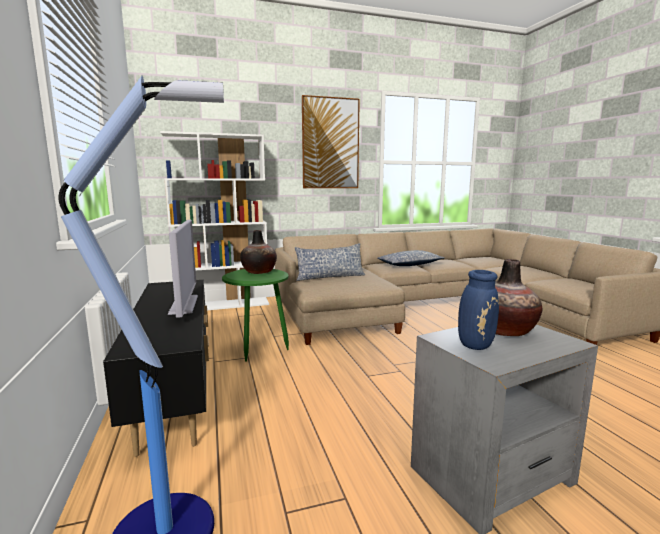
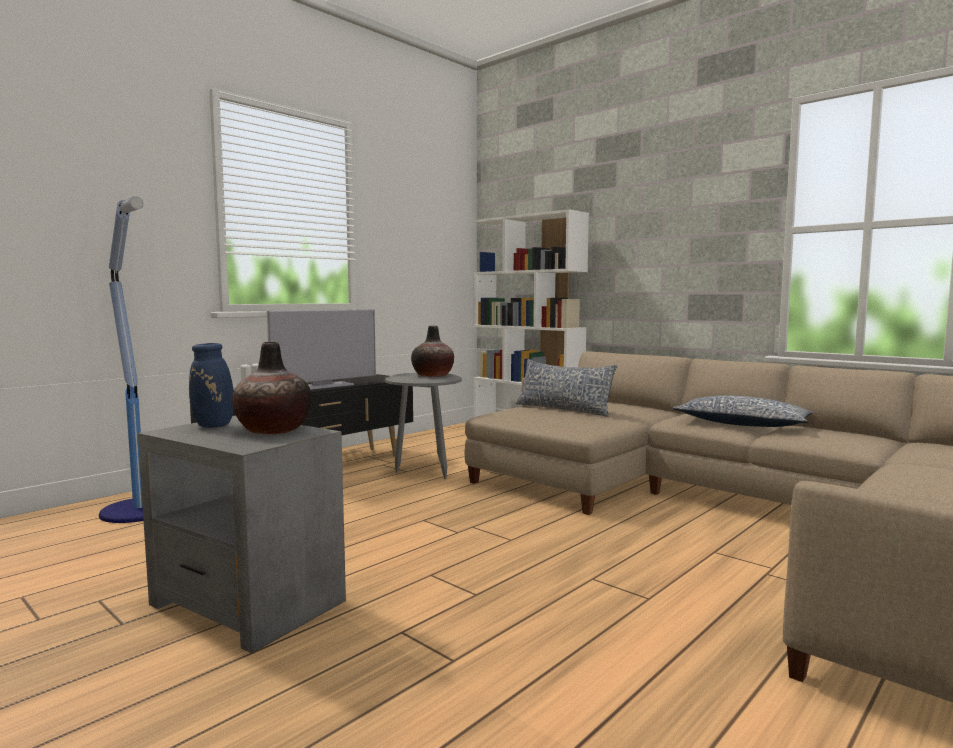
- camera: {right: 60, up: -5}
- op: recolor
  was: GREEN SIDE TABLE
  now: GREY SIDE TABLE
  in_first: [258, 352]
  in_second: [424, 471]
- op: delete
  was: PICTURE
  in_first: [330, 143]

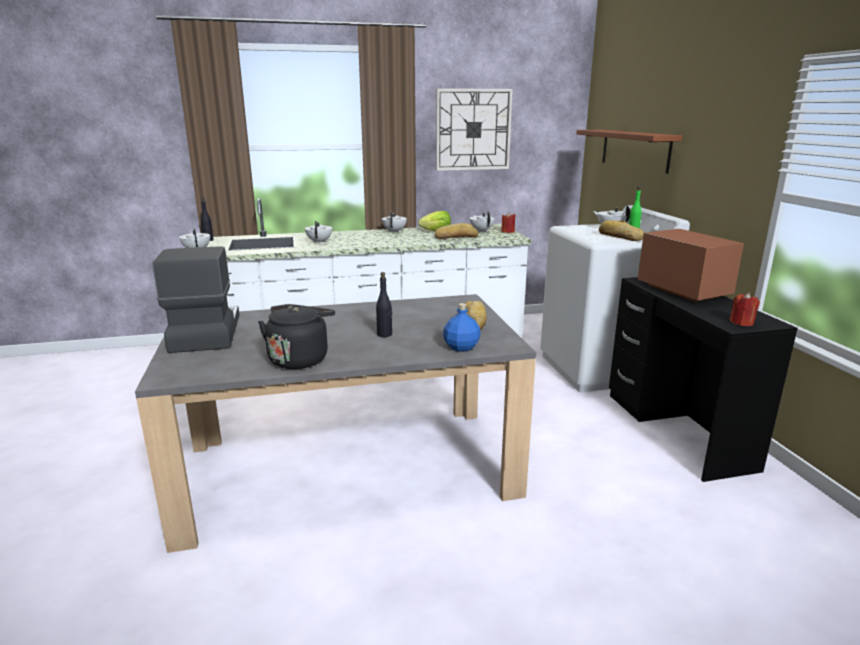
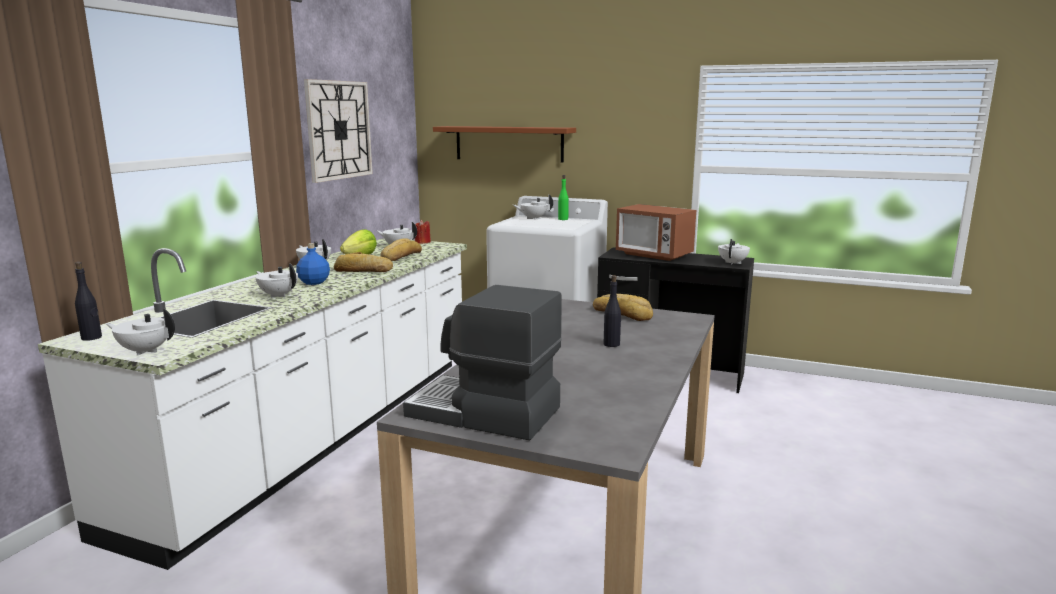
- camera: {right: -55, up: -5}
- op: move
  was: BLUE BOTTLE
  in_first: [462, 347]
  in_second: [314, 282]
- op: move
  was: BREAD
  in_first: [619, 237]
  in_second: [363, 270]
- op: rotate
  was: MICROWAVE
  in_first: [683, 291]
  in_second: [653, 255]
  clockwise: -150
- op: replace
  was: RED CANDLE
  now: WHITE TEAPOT
  in_first: [741, 322]
  in_second: [733, 263]
- op: delete
  was: BLACK KETTLE
  in_first: [300, 359]

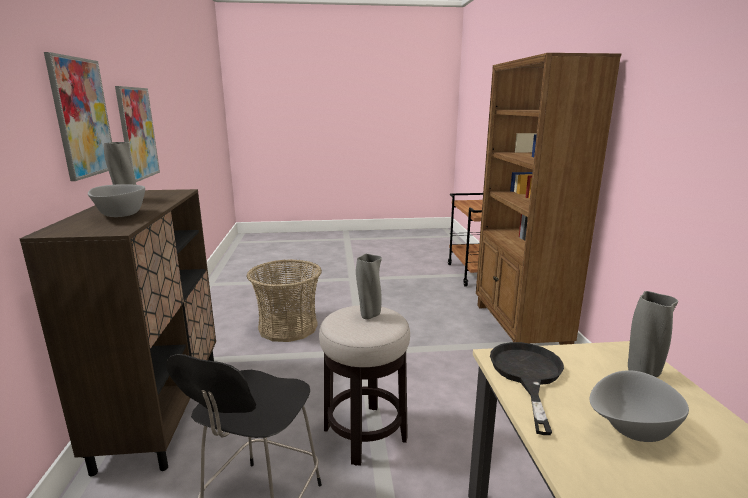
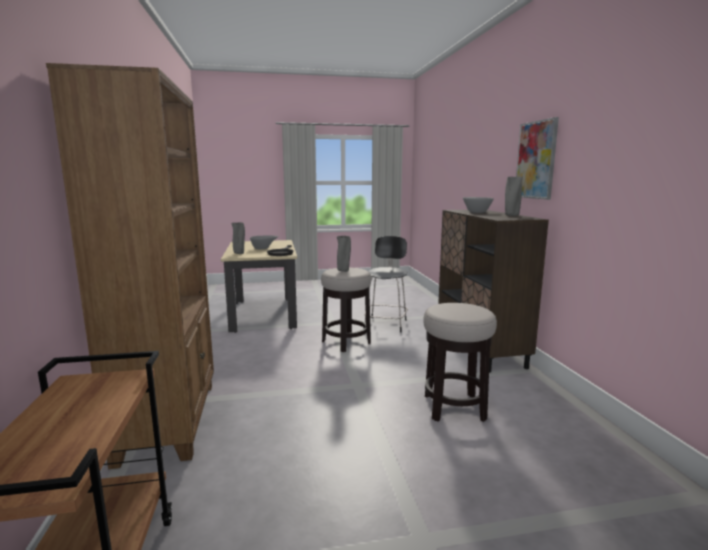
- camera: {right: 175, up: -5}
- op: replace
  was: BASKET
  now: STOOL
  in_first: [288, 327]
  in_second: [454, 407]
- op: delete
  was: PICTURE
  in_first: [137, 133]

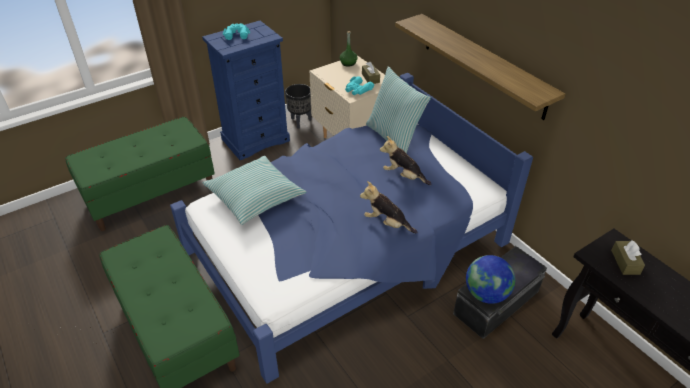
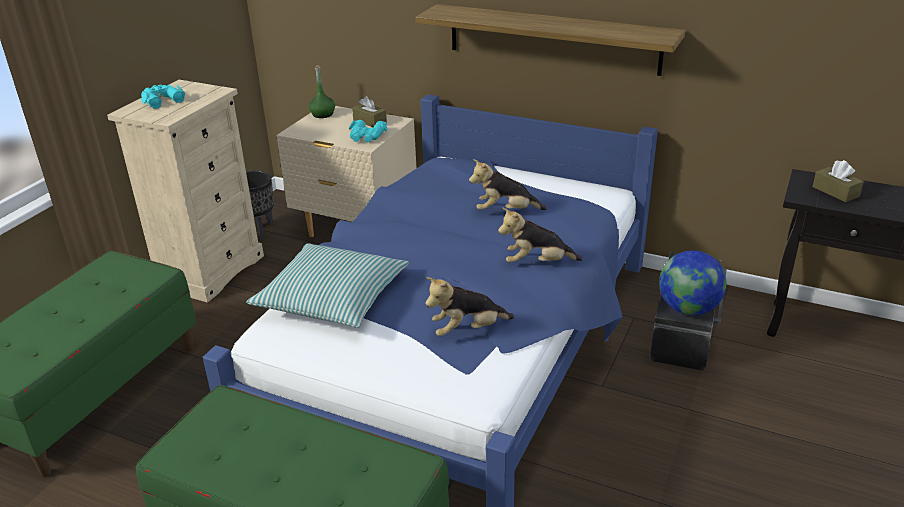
- camera: {right: -30, up: -10}
- op: recolor
  was: BLUE DRESSER
  now: BEIGE DRESSER
  in_first: [256, 140]
  in_second: [210, 270]
- op: insert
  now: PLUSH TOY
  in_second: [467, 330]
- op: delete
  was: PILLOW
  in_first: [394, 137]

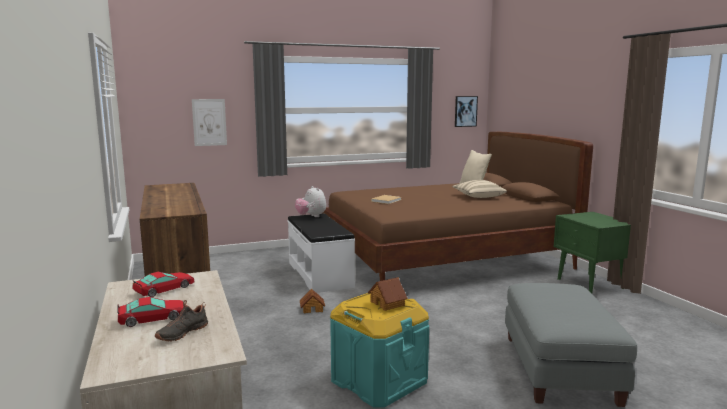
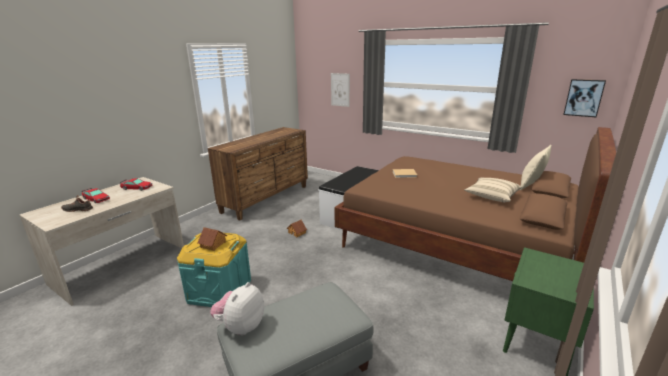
- camera: {right: 55, up: 10}
- op: move
  was: PLUSH TOY
  in_first: [311, 216]
  in_second: [240, 326]

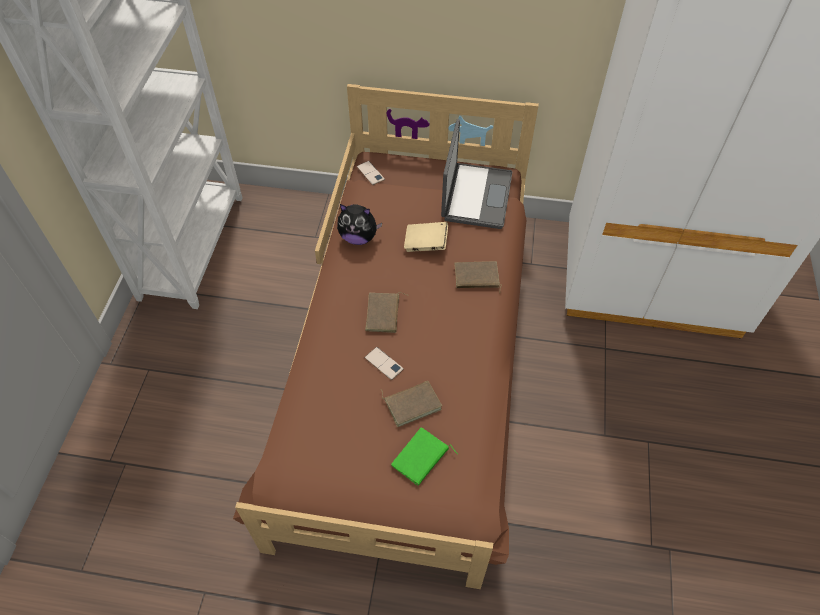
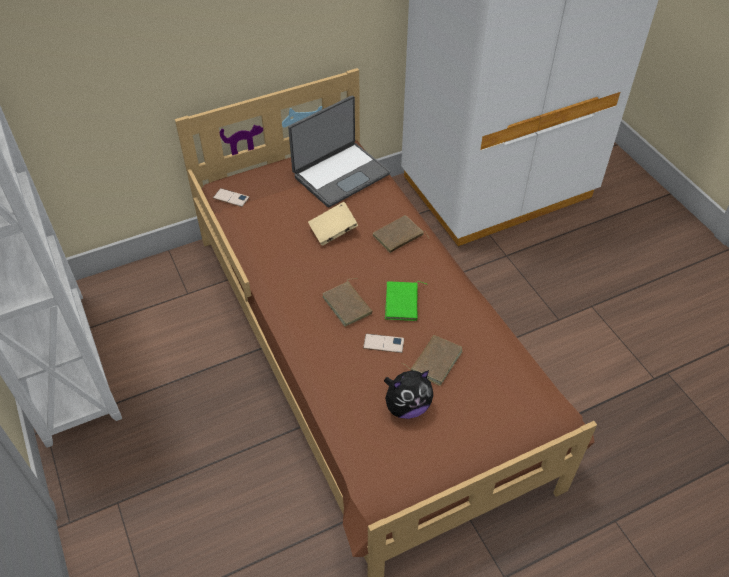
- camera: {right: -35, up: -5}
- op: rotate
  was: LAPTOP
  in_first: [475, 196]
  in_second: [340, 174]
  clockwise: 75
- op: move
  was: PLUSH TOY
  in_first: [358, 237]
  in_second: [407, 406]
- op: move
  was: GREEN BOOK
  in_first: [421, 459]
  in_second: [403, 303]

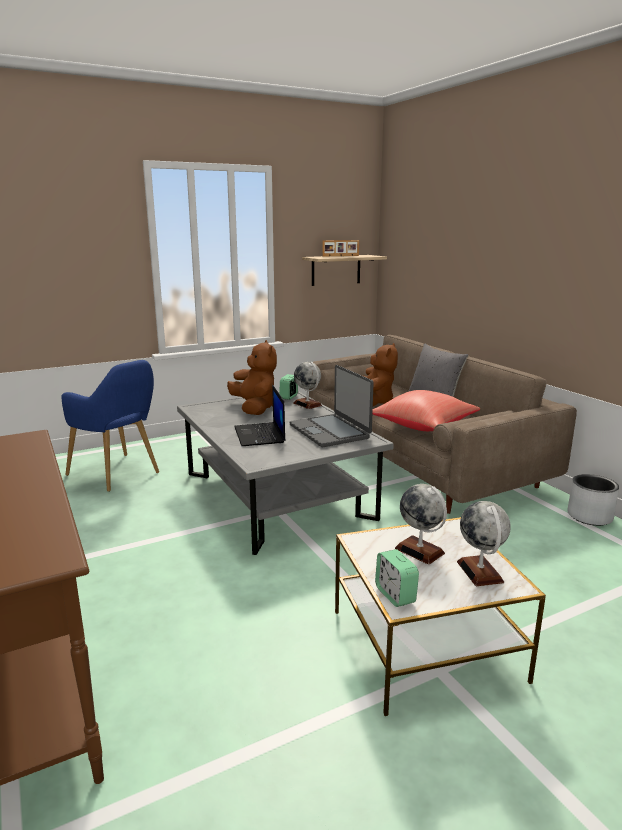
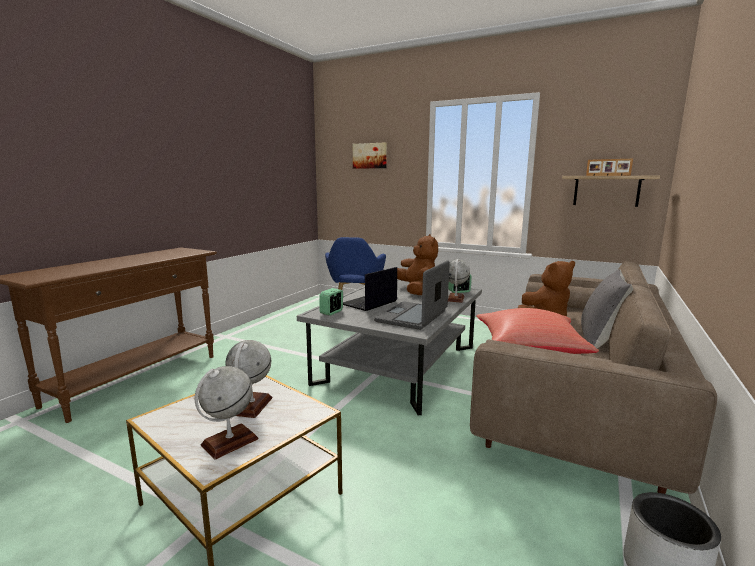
- camera: {right: 55, up: -5}
- op: move
  was: ALARM CLOCK
  in_first: [395, 595]
  in_second: [331, 312]
- op: insert
  now: PICTURE
  in_second: [370, 156]
- op: rotate
  was: BROWN PLUSH TOY
  in_first: [254, 408]
  in_second: [417, 290]
  clockwise: -45

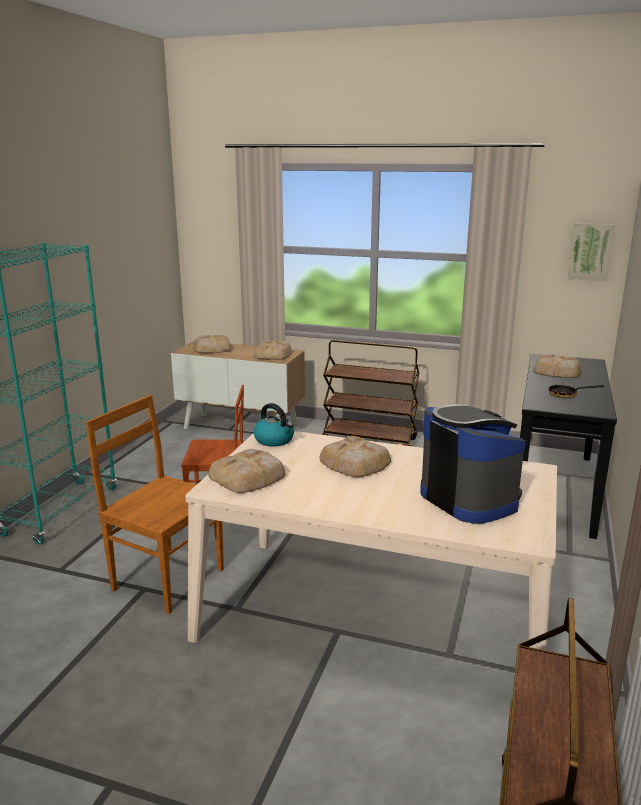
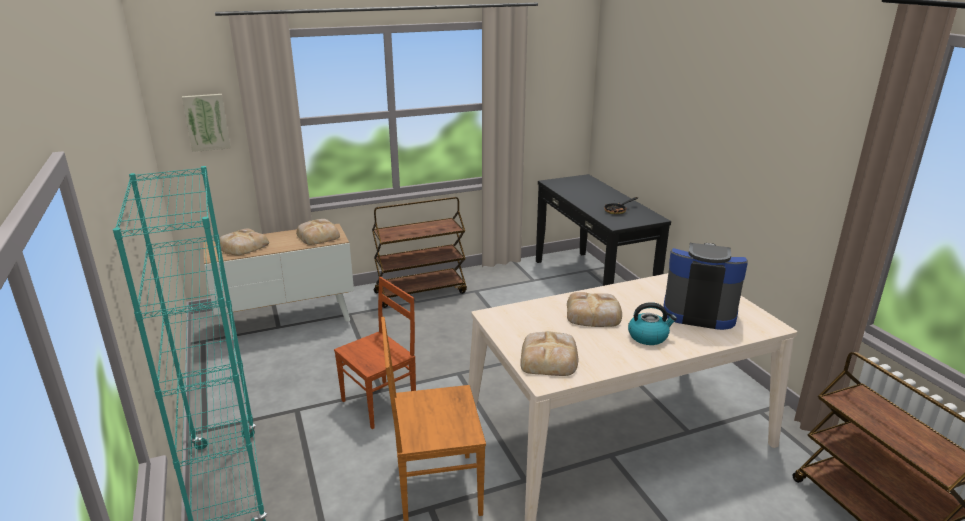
- camera: {right: -40, up: 5}
- op: move
  was: PICTURE
  in_first: [590, 251]
  in_second: [206, 122]
- op: move
  was: KETTLE
  in_first: [274, 440]
  in_second: [648, 336]
- op: delete
  was: BREAD
  in_first: [557, 371]

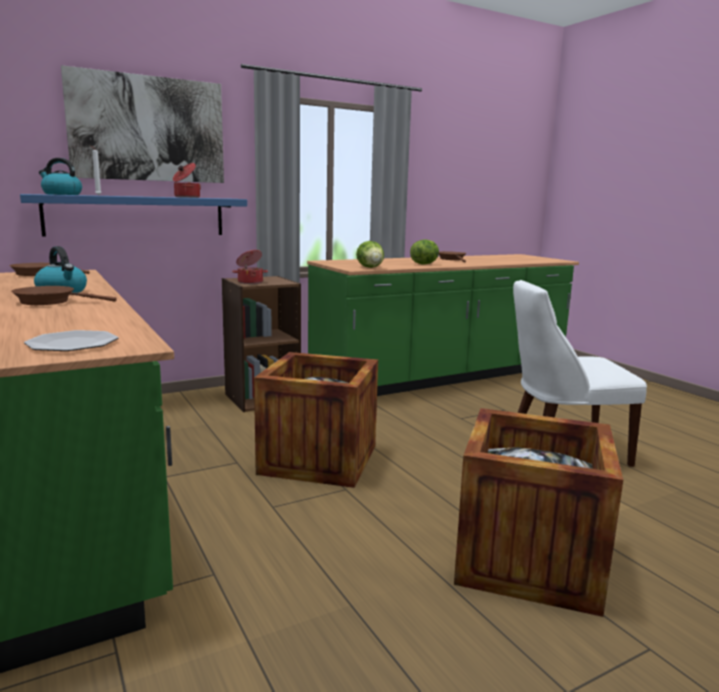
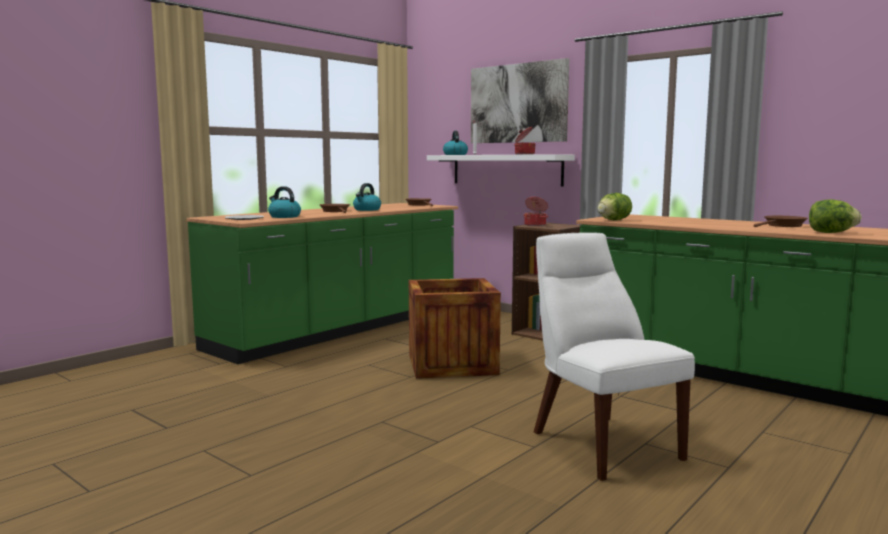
- camera: {right: 70, up: -5}
- op: insert
  now: KETTLE
  in_second: [284, 216]
- op: recolor
  was: BLUE SHELF
  now: WHITE SHELF
  in_first: [136, 216]
  in_second: [506, 169]
- op: move
  was: LETTUCE
  in_first: [424, 264]
  in_second: [831, 233]
- op: delete
  was: CRATE
  in_first: [528, 559]

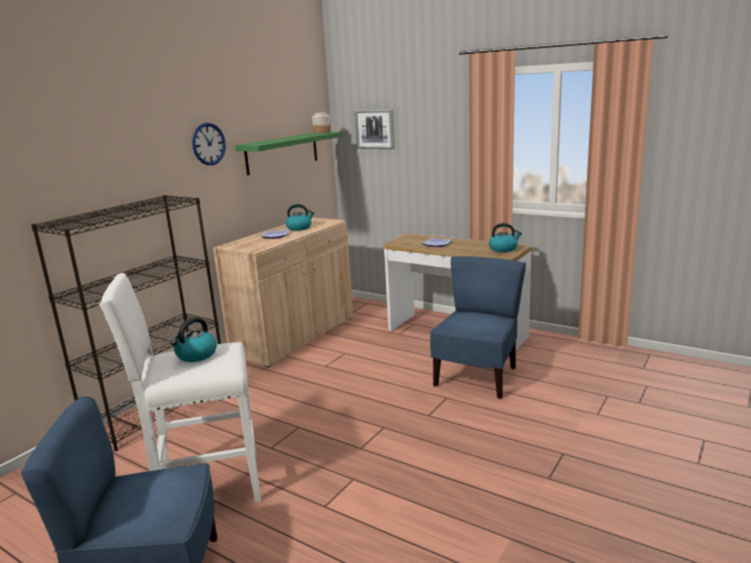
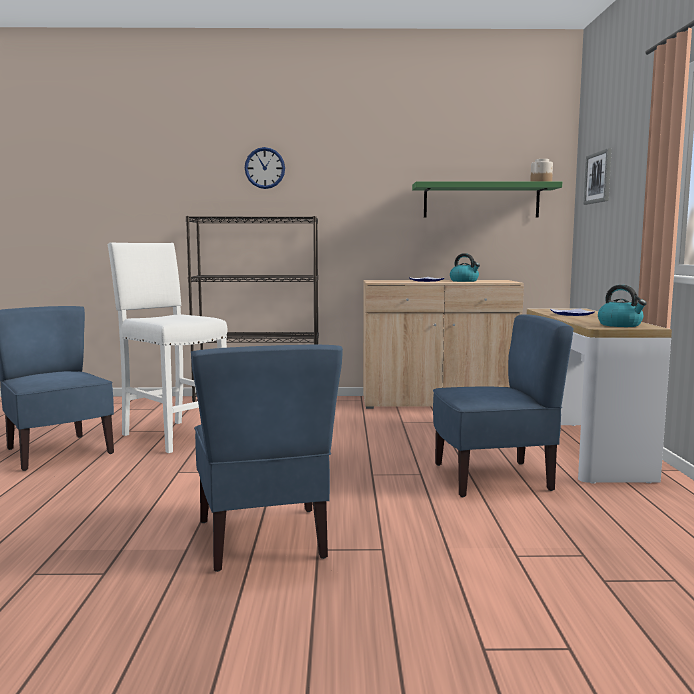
- camera: {right: 55, up: -10}
- op: insert
  now: BLUE CHAIR
  in_second: [264, 539]
- op: move
  was: WALL CLOCK
  in_first: [208, 144]
  in_second: [265, 168]
- op: delete
  was: KETTLE
  in_first: [196, 355]

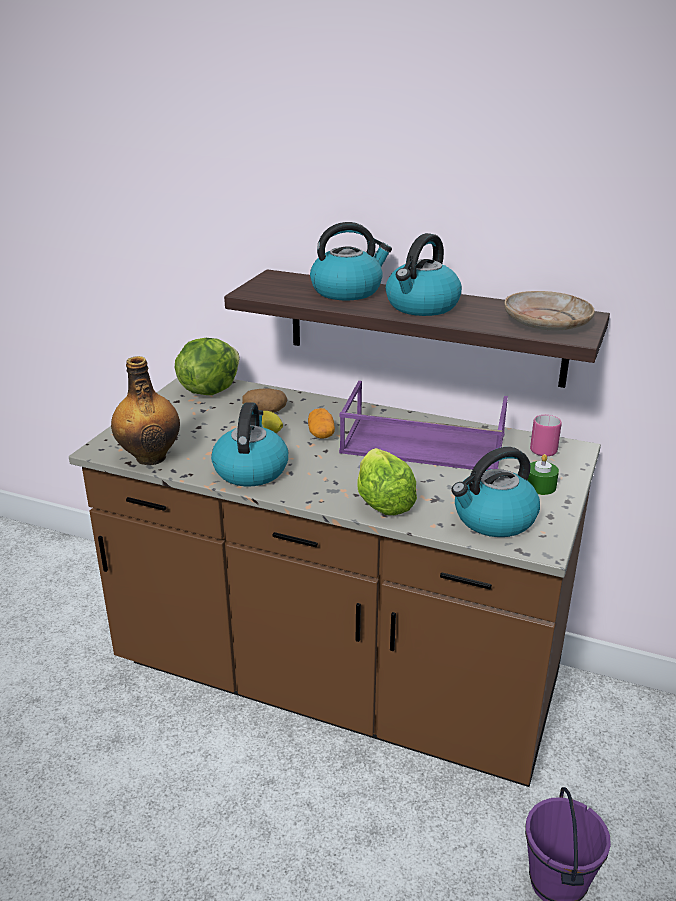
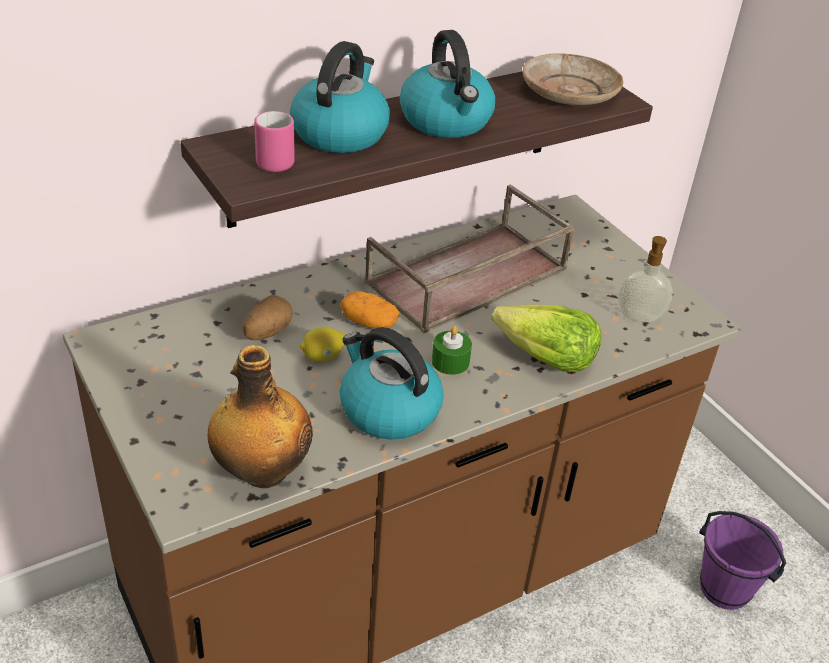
- camera: {right: -55, up: 10}
- op: move
  was: PINK MUG
  in_first: [546, 449]
  in_second: [275, 160]
- op: recolor
  was: PURPLE TRAY
  now: BROWN TRAY
  in_first: [421, 444]
  in_second: [467, 277]
- op: move
  was: GREEN CANDLE
  in_first: [540, 486]
  in_second: [450, 362]
- op: replace
  was: KETTLE
  now: SOAP DISPENSER
  in_first: [493, 519]
  in_second: [639, 318]
- op: delete
  was: LETTUCE
  in_first: [209, 390]

